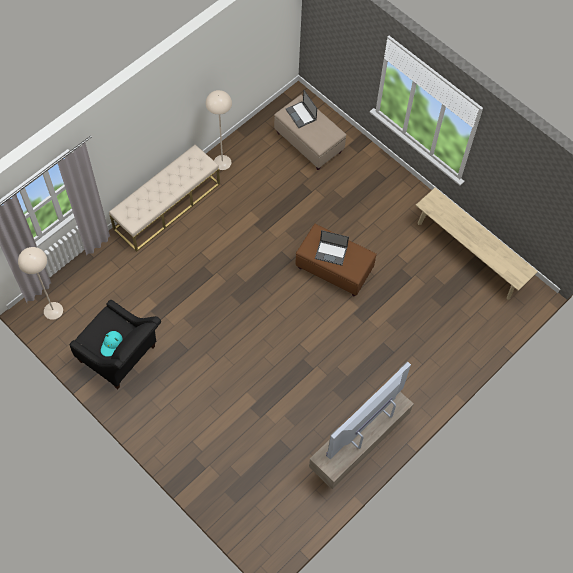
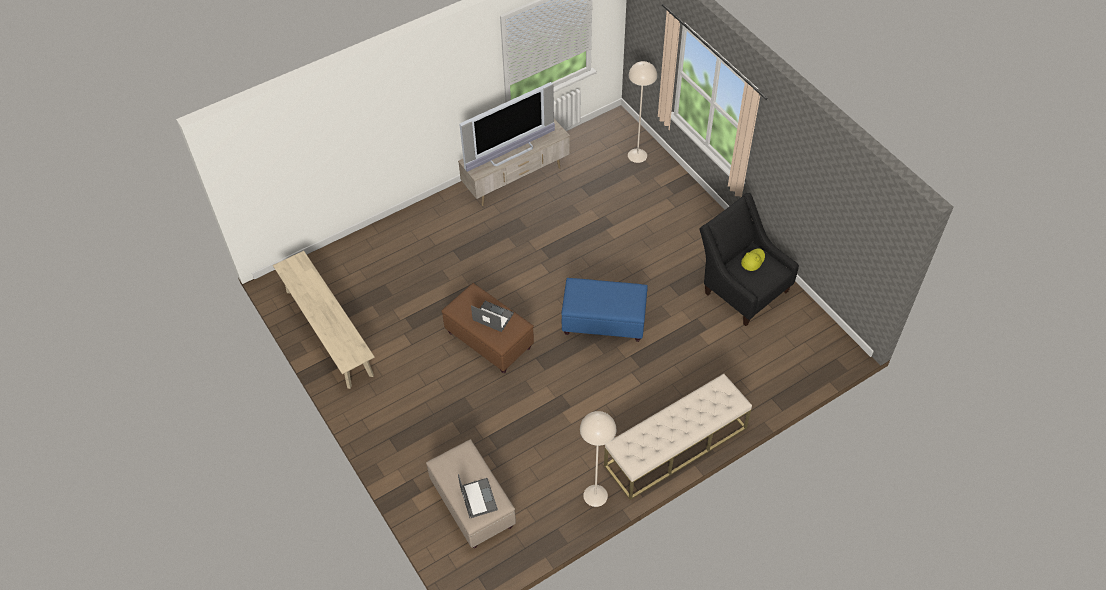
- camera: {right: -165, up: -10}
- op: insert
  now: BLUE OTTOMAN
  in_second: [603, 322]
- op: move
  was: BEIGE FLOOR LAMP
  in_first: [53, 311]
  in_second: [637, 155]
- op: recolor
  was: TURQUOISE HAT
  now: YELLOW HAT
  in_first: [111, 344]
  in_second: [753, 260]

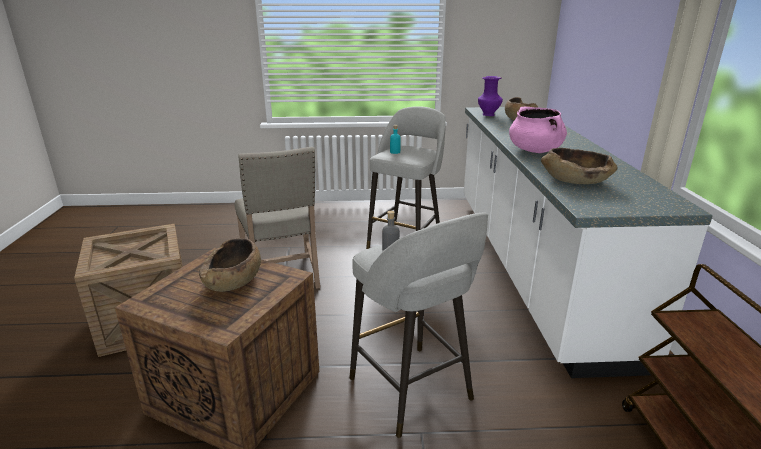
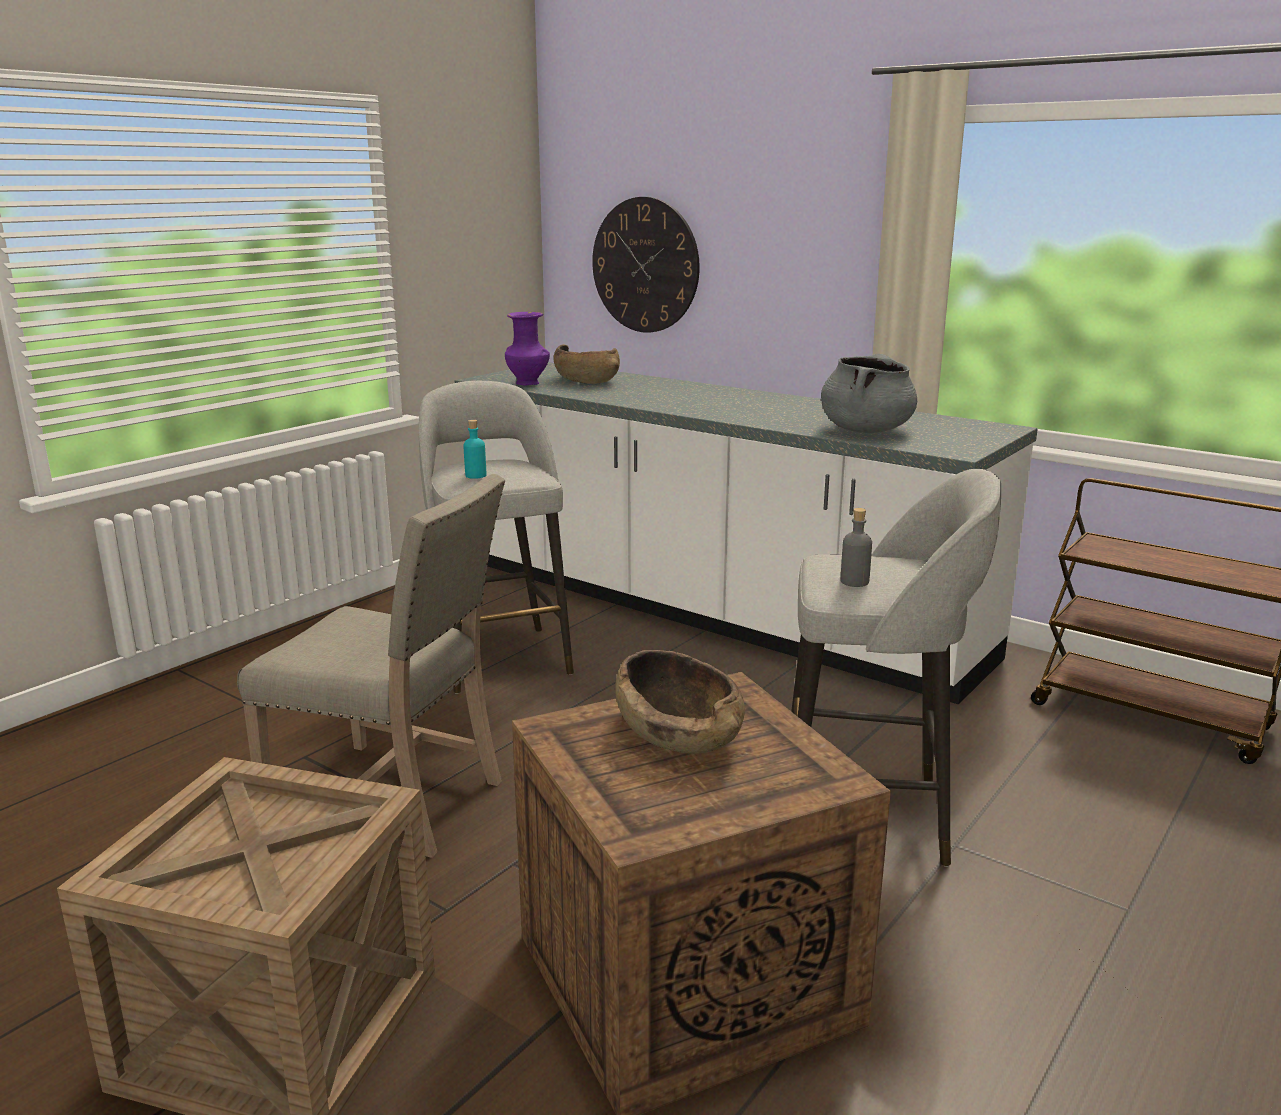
- camera: {right: -50, up: -5}
- op: insert
  now: WALL CLOCK
  in_second: [645, 265]
- op: replace
  was: BROWN BOWL
  now: GREY COOKING POT
  in_first: [575, 180]
  in_second: [866, 430]
- op: delete
  was: PINK COOKING POT
  in_first: [535, 151]

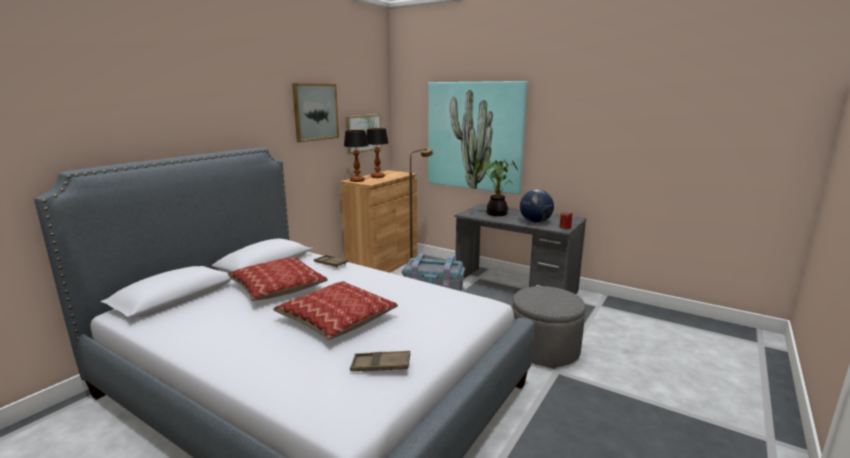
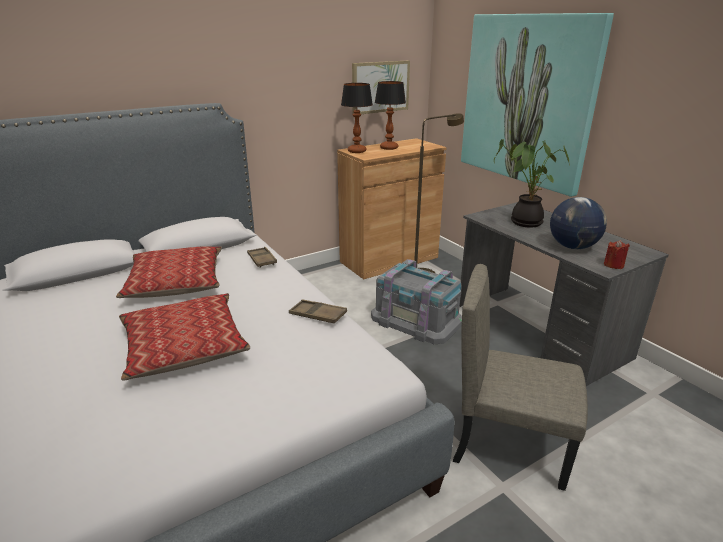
- camera: {right: 25, up: 10}
- op: move
  was: BROWN TRAY
  in_first: [380, 365]
  in_second: [317, 315]
- op: replace
  was: GREY OTTOMAN
  now: BEIGE CHAIR
  in_first: [544, 349]
  in_second: [510, 444]
- op: delete
  was: PICTURE
  in_first: [315, 112]

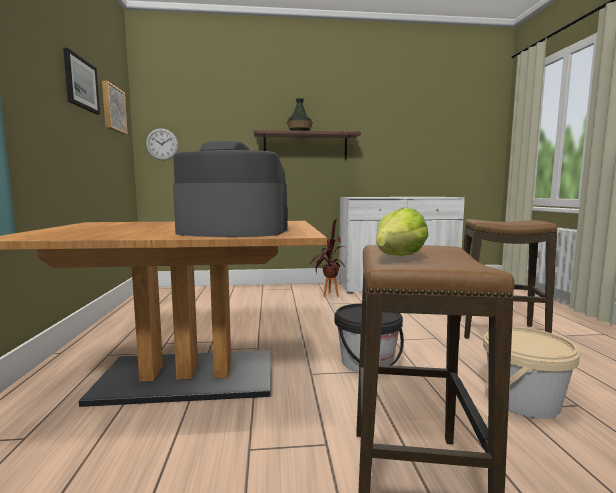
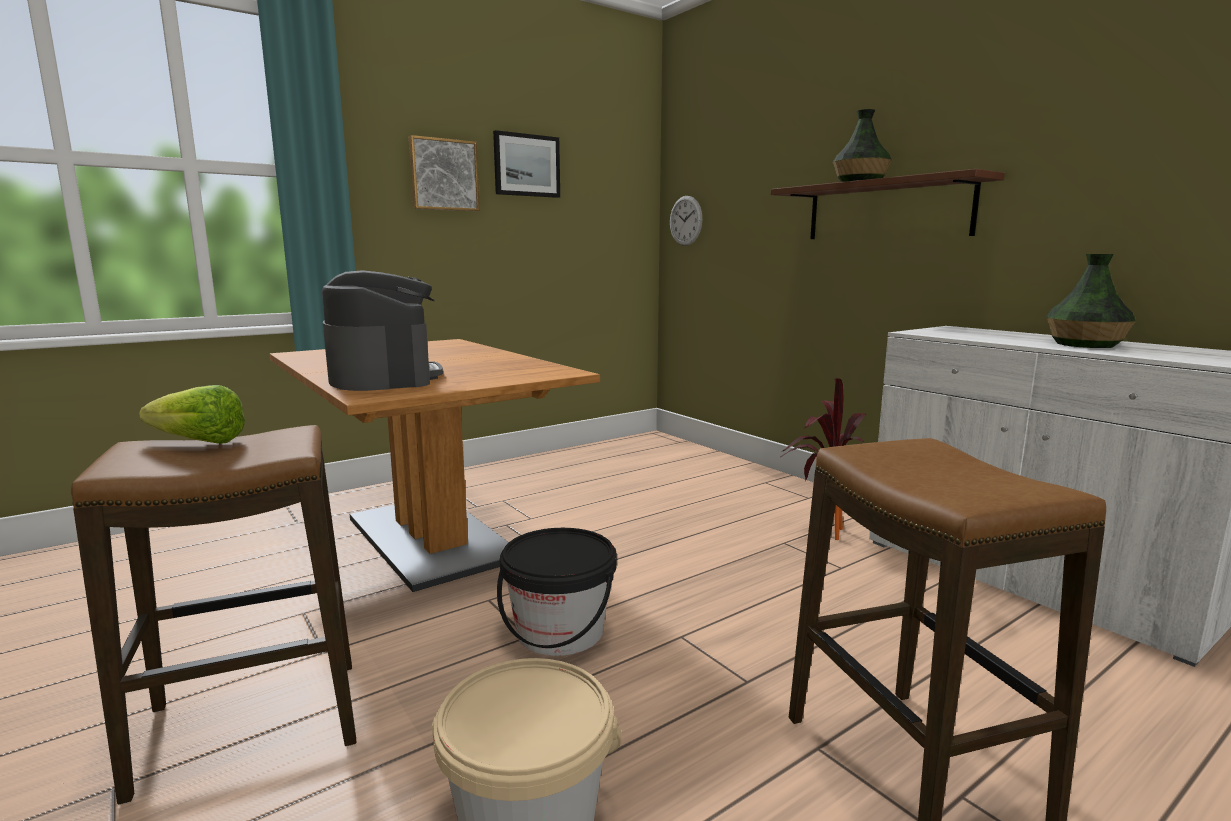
- camera: {right: 60, up: 5}
- op: move
  was: PICTURE
  in_first: [112, 109]
  in_second: [443, 175]
- op: insert
  now: VASE
  in_second: [1084, 344]

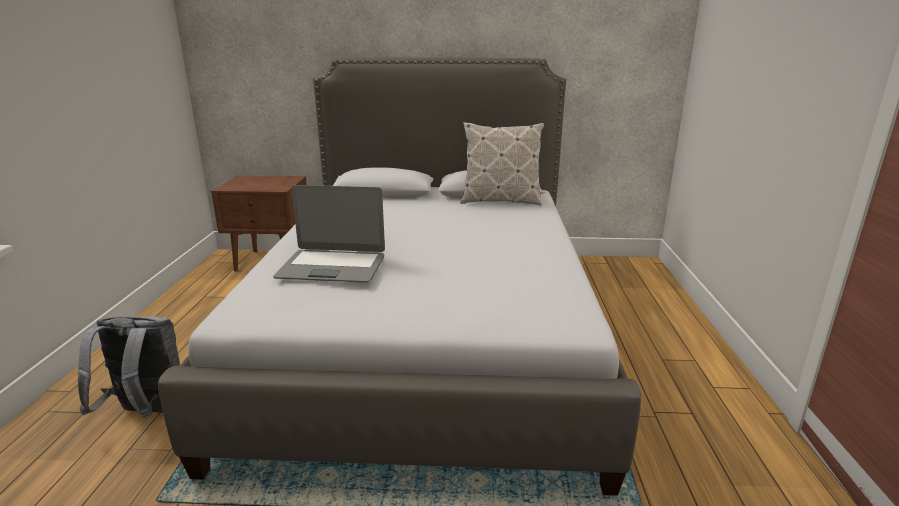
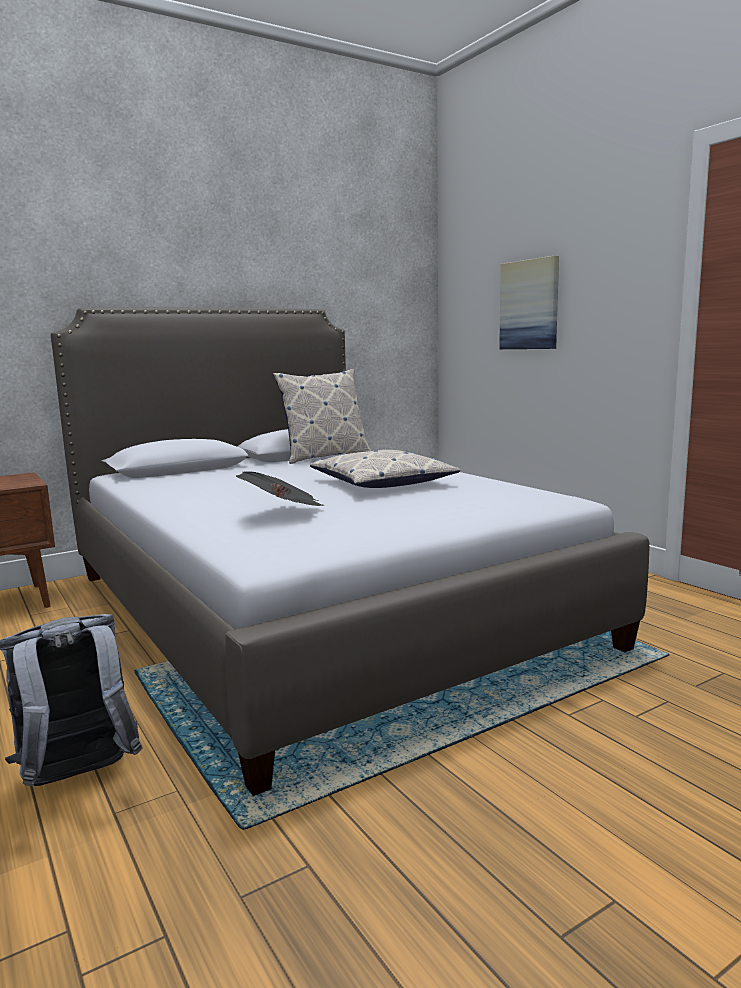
- camera: {right: -35, up: -10}
- op: replace
  was: LAPTOP
  now: NEWSPAPER
  in_first: [332, 267]
  in_second: [284, 513]
- op: insert
  now: PILLOW
  in_second: [382, 483]
- op: insert
  now: PICTURE
  in_second: [529, 305]

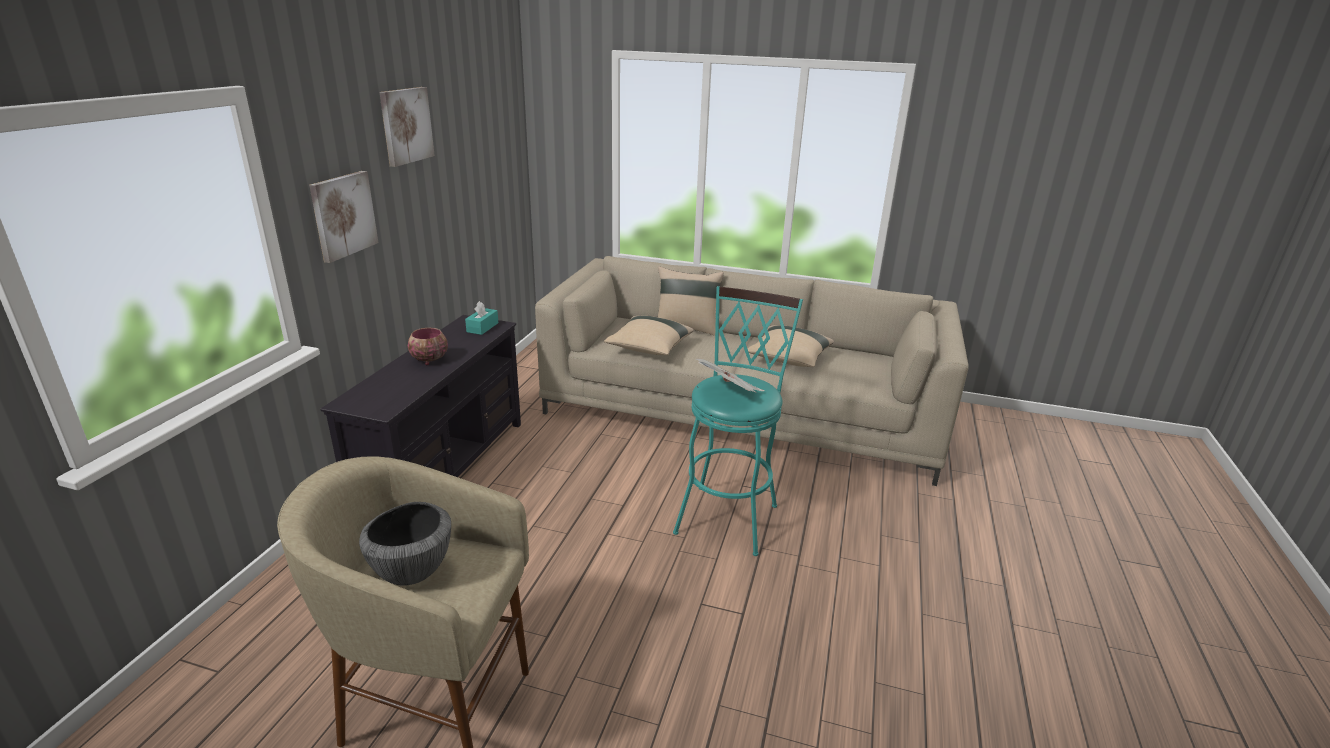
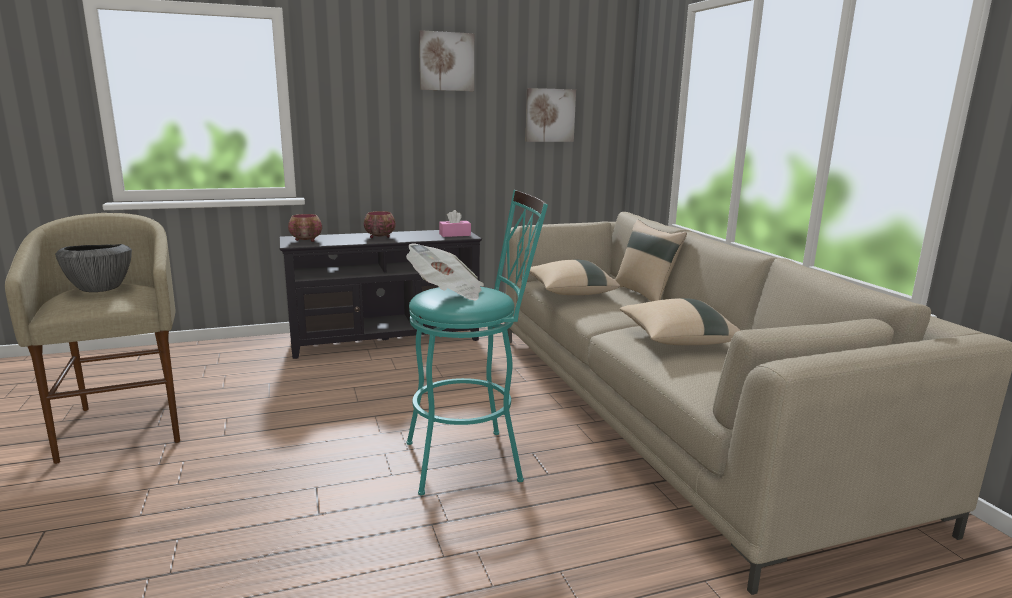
- camera: {right: 55, up: -10}
- op: insert
  now: BOWL
  in_second: [307, 240]
- op: recolor
  was: TURQUOISE TISSUE BOX
  now: PINK TISSUE BOX
  in_first: [482, 327]
  in_second: [455, 234]
- op: move
  was: PICTURE
  in_first: [343, 215]
  in_second: [549, 115]

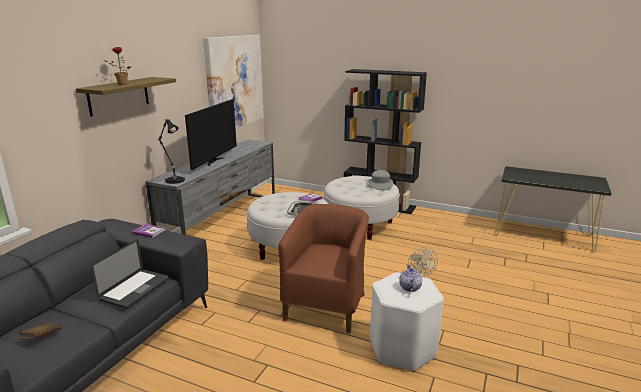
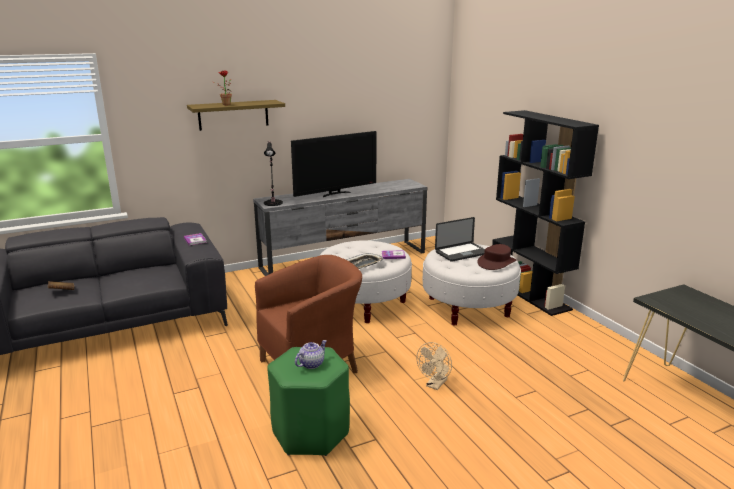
- camera: {right: 40, up: 0}
- op: recolor
  was: WHITE STOOL
  now: GREEN STOOL
  in_first: [402, 349]
  in_second: [311, 433]
- op: move
  was: LAPTOP
  in_first: [135, 289]
  in_second: [462, 253]
- op: recolor
  was: GREY HAT
  now: BROWN HAT
  in_first: [380, 184]
  in_second: [496, 262]
- op: delete
  was: PICTURE
  in_first: [234, 82]

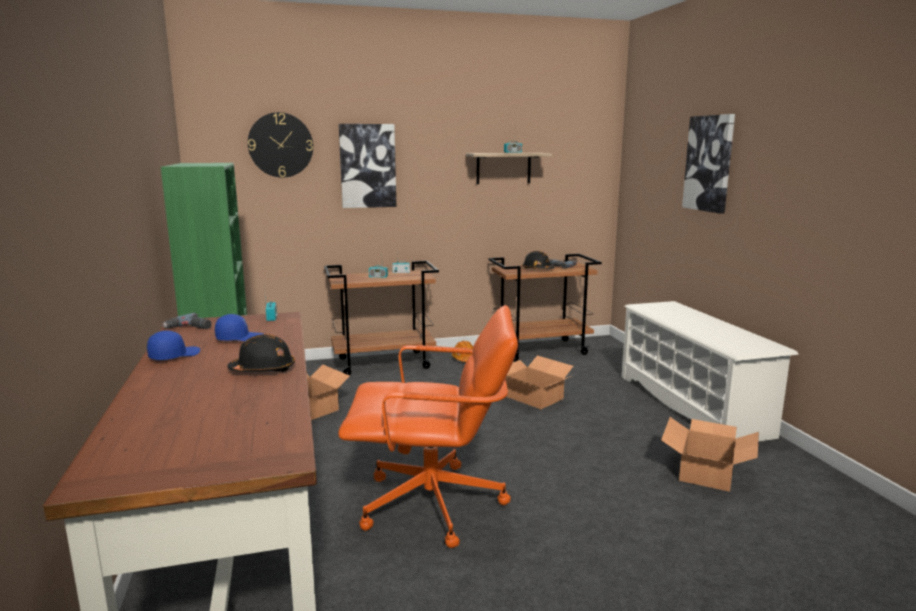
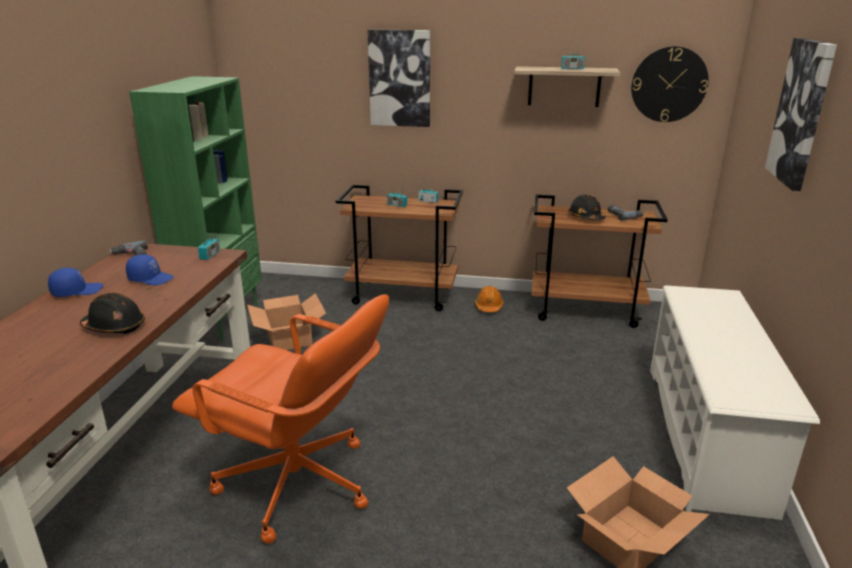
- camera: {right: 25, up: 10}
- op: move
  was: WALL CLOCK
  in_first: [280, 145]
  in_second: [669, 84]
- op: delete
  was: CARDBOARD BOX
  in_first: [534, 397]

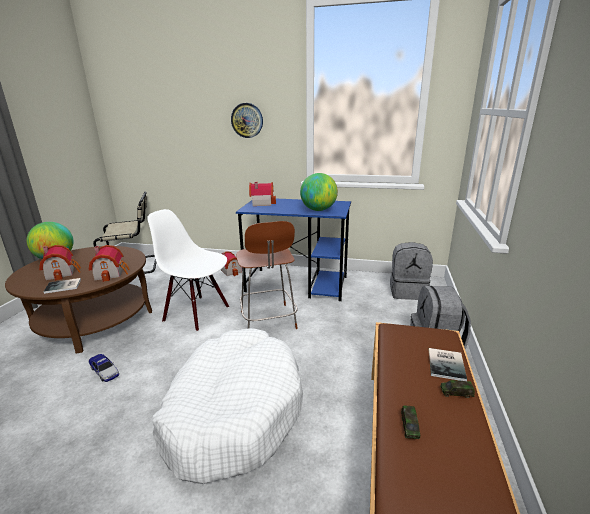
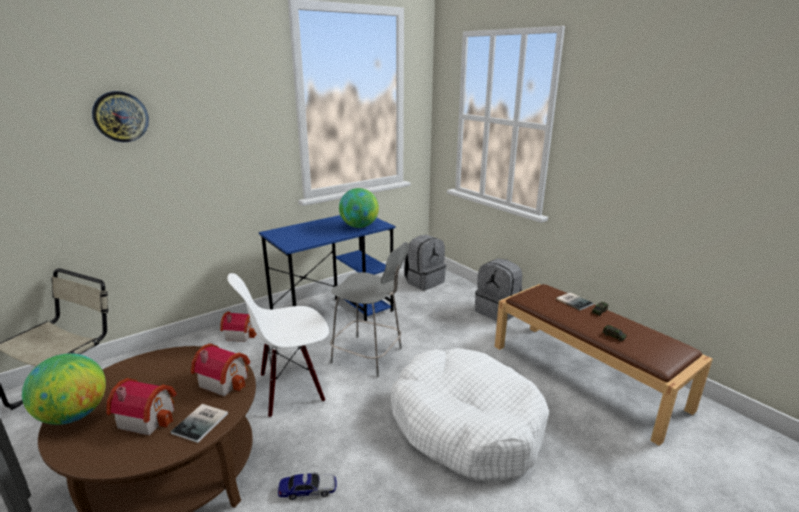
- camera: {right: -50, up: 0}
- op: move
  was: WALL CLOCK
  in_first: [247, 120]
  in_second: [120, 116]
- op: recolor
  was: BROWN STOOL
  now: GREY STOOL
  in_first: [268, 321]
  in_second: [369, 356]
- op: delete
  was: TOY HOUSE
  in_first: [261, 203]

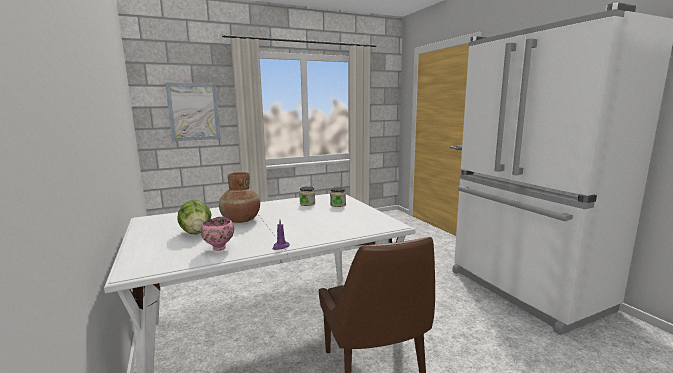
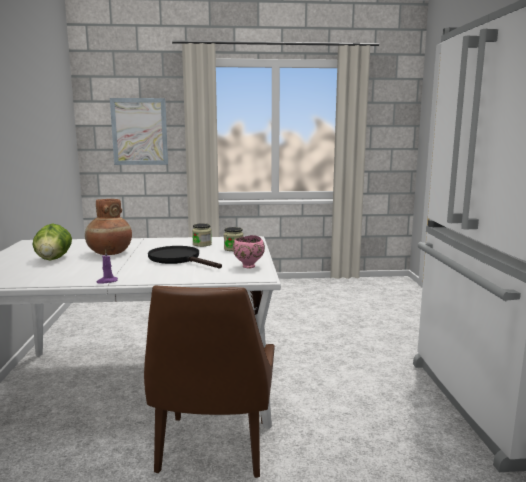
- camera: {right: 20, up: 0}
- op: insert
  now: BLACK FRYING PAN
  in_second: [179, 259]
- op: move
  was: PINK BOWL
  in_first: [219, 248]
  in_second: [248, 267]

